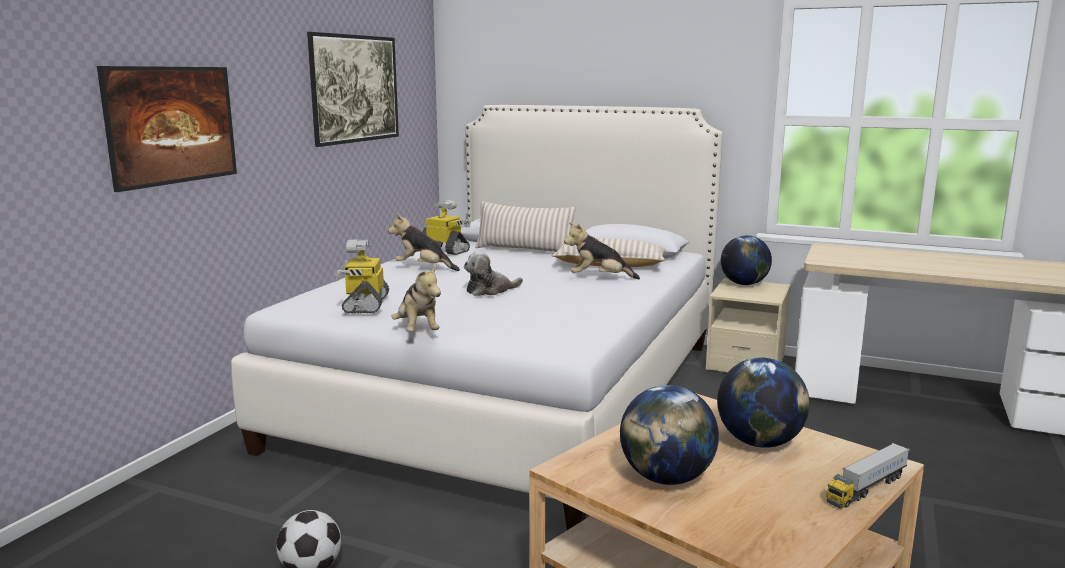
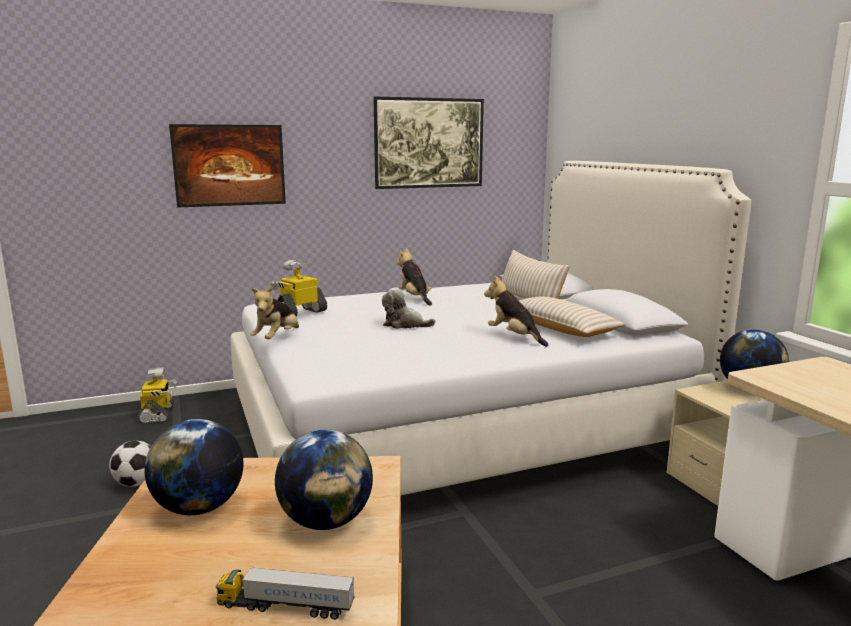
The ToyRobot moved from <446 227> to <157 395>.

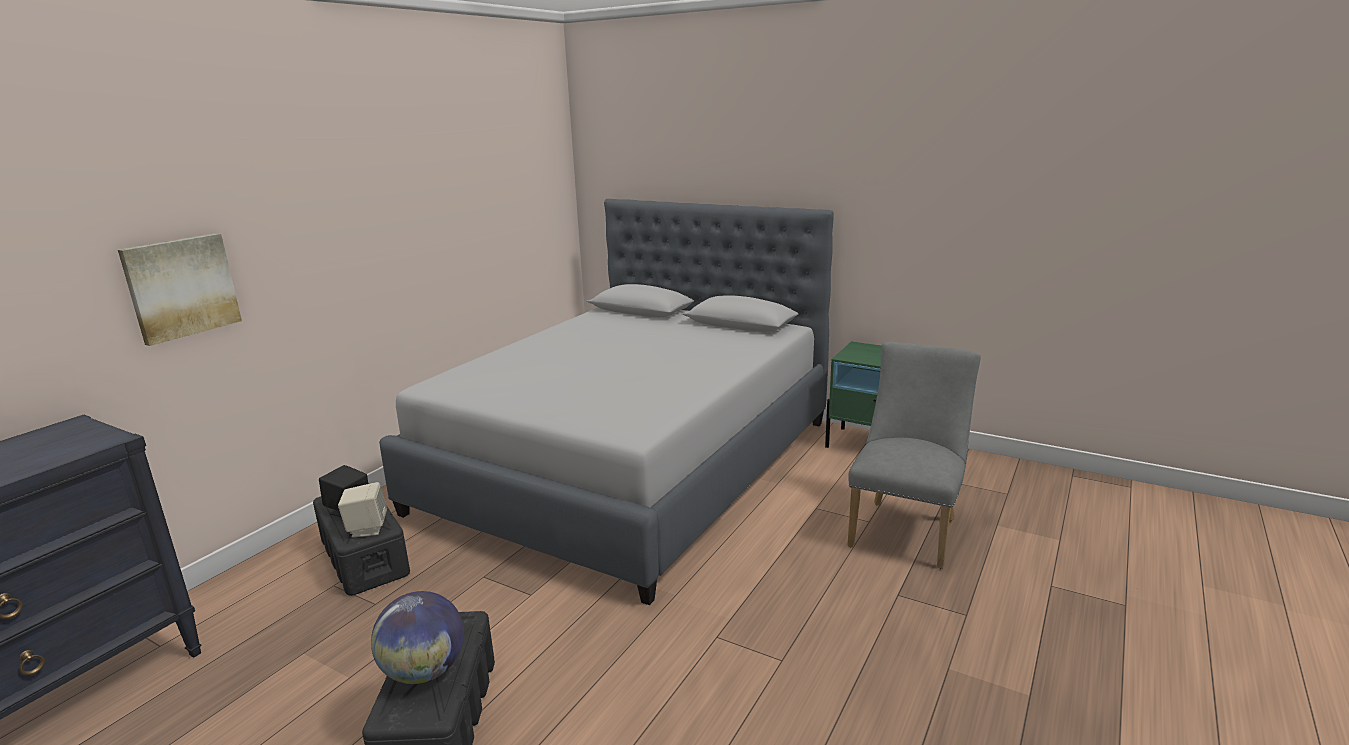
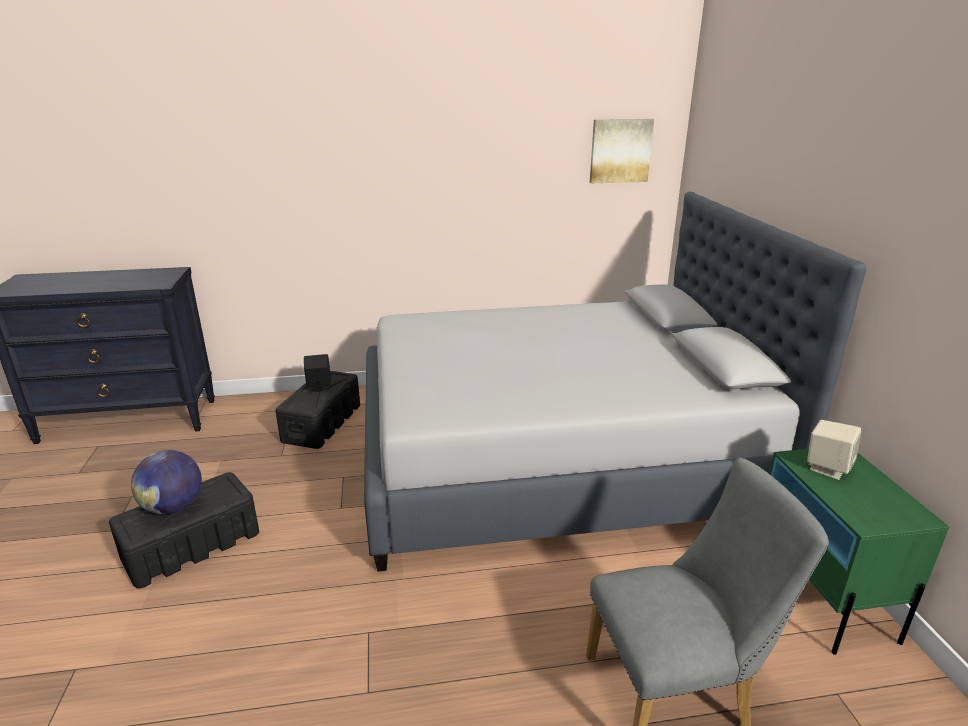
The Picture moved from <180 289> to <622 151>.
The BeigeSpeaker moved from <362 510> to <834 450>.

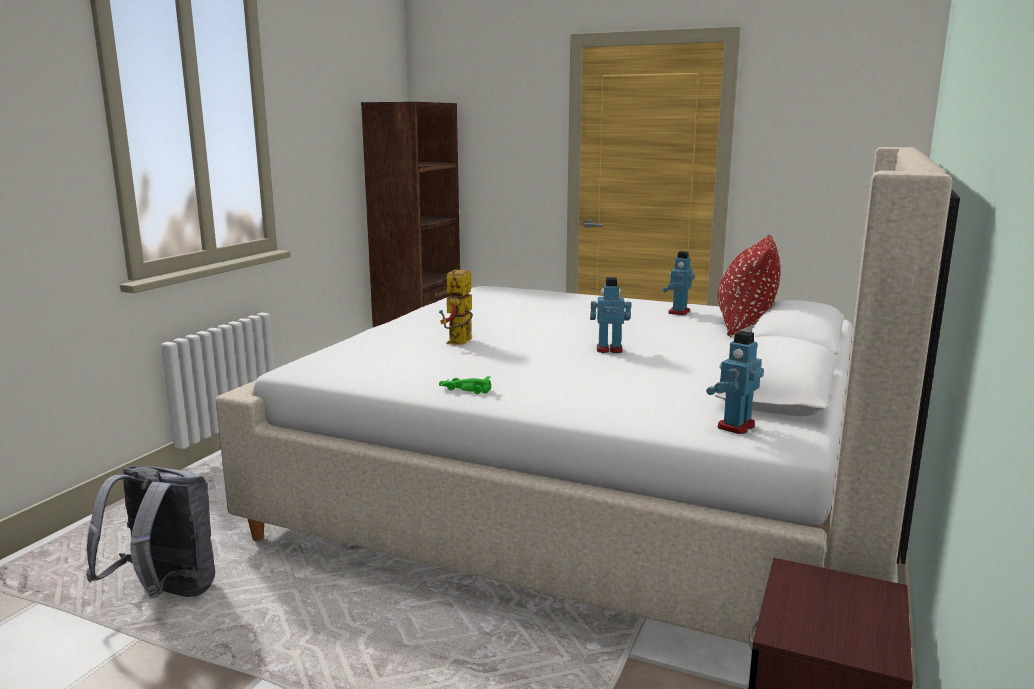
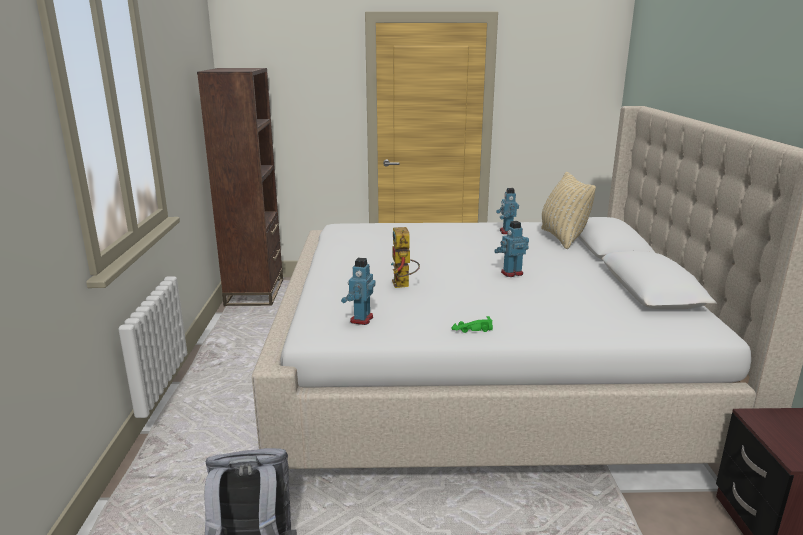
The ToyRobot moved from <735 382> to <358 291>.
The RedPillow at <749 286> became the BeigePillow at <568 210>.

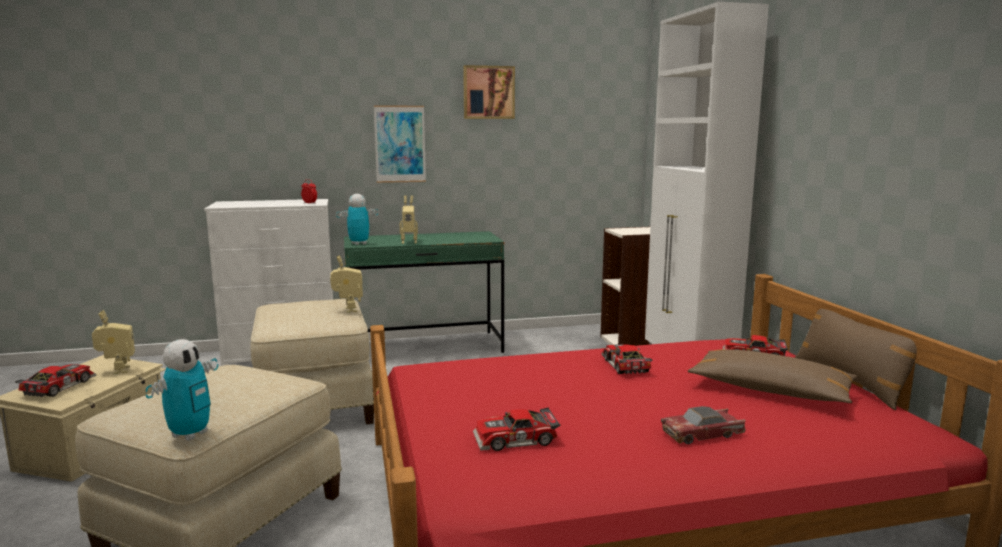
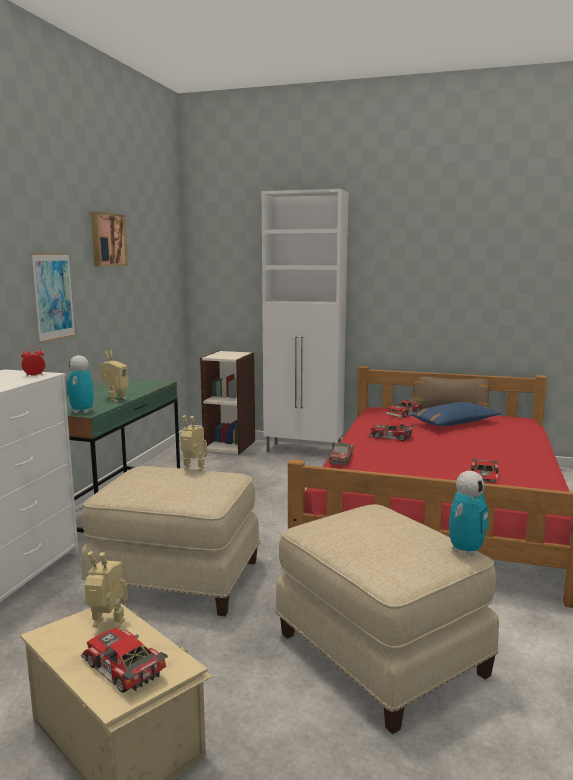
The ToyCar moved from <703 425> to <341 453>.
The BrownPillow at <772 376> became the BluePillow at <456 414>.
The ToyRobot at <182 390> turned 75 degrees clockwise.

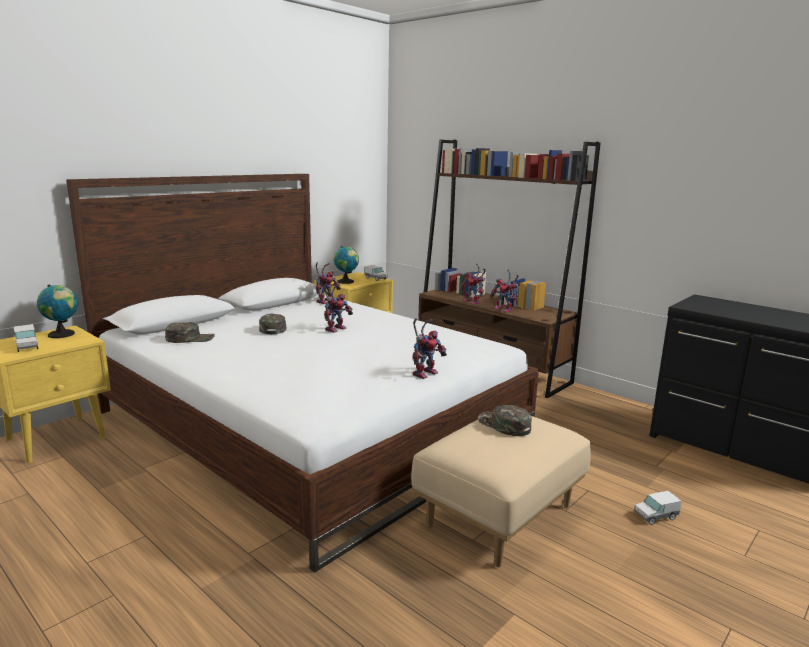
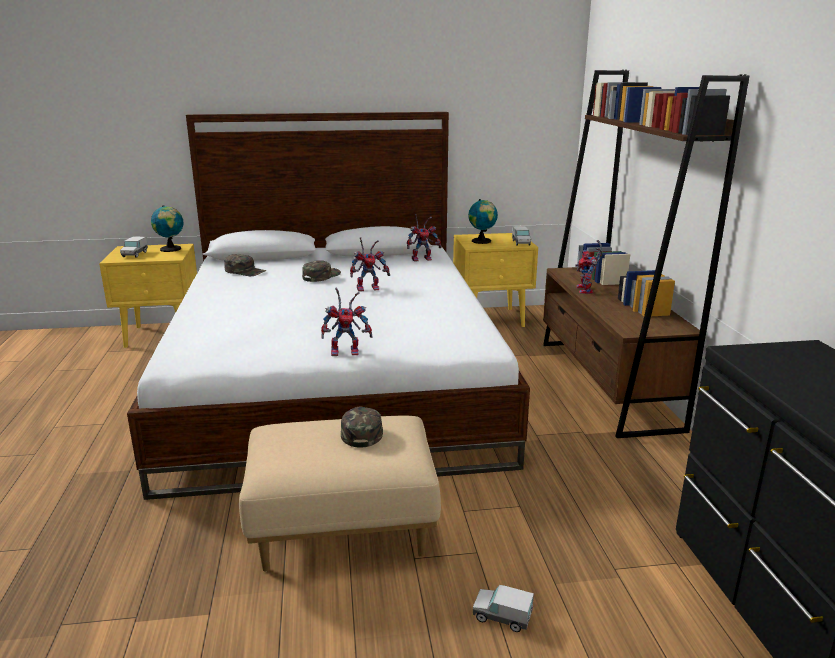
The ToyRobot at <504 291> disappeared.

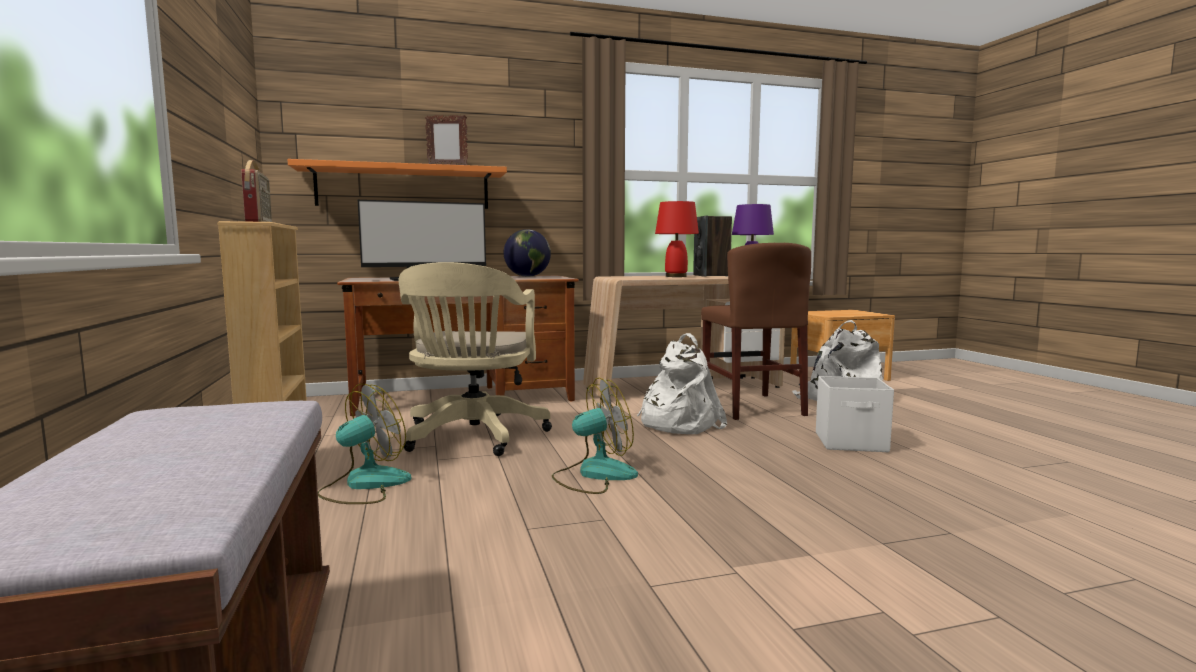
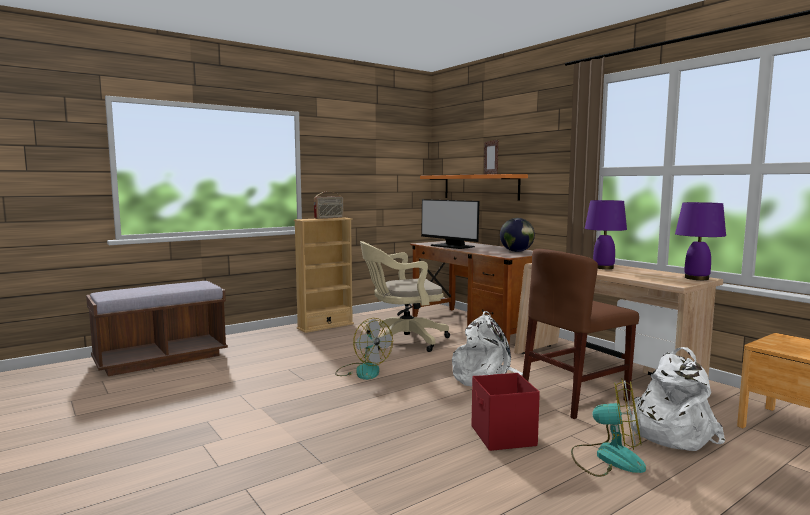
The WhiteStorageBox at <855 414> became the RedStorageBox at <506 412>.
The Fan moved from <364 443> to <608 428>.
The RedTableLamp at <677 239> became the PurpleTableLamp at <606 234>.
The Speaker at <712 246> disappeared.

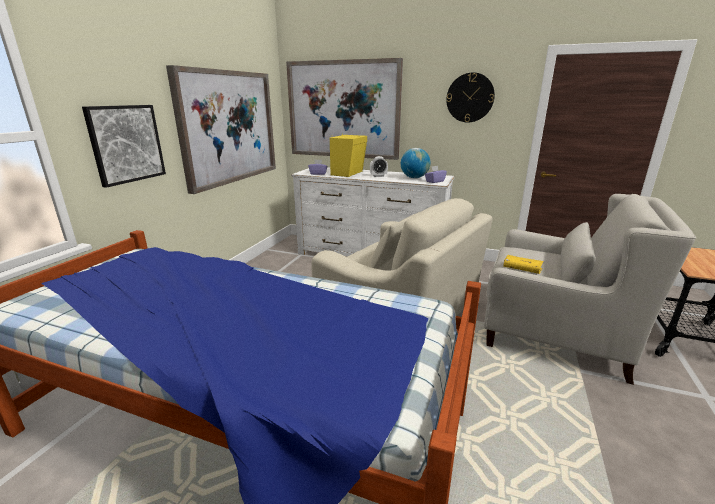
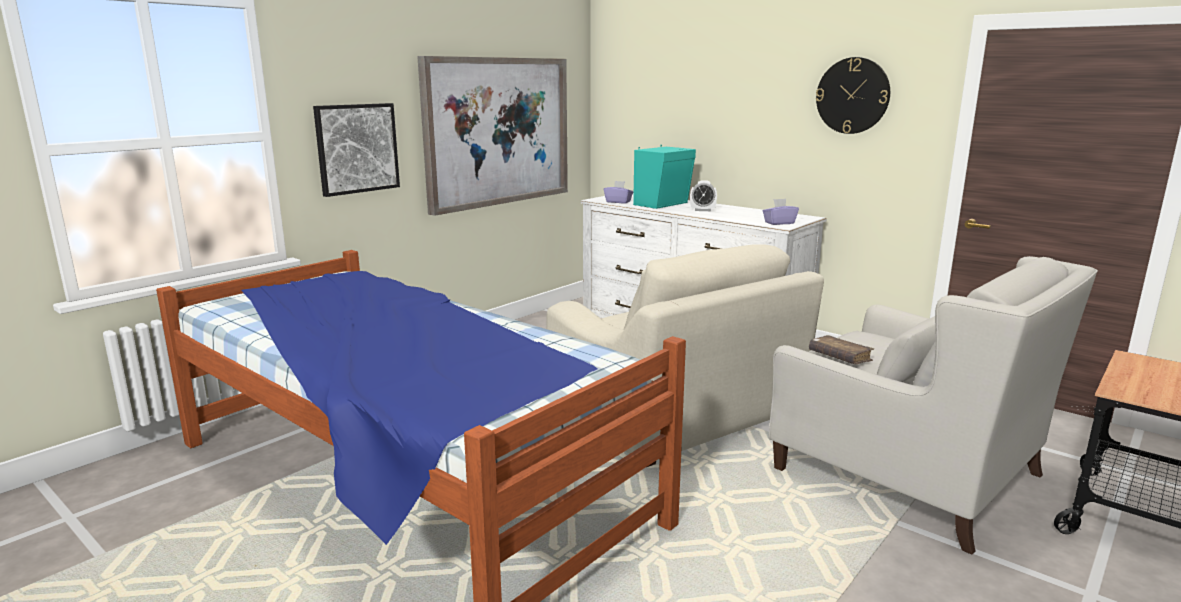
The YellowSpeaker at <348 156> became the TurquoiseSpeaker at <664 177>.
The YellowBook at <523 264> became the BrownBook at <841 349>.
The Picture at <344 109> disappeared.
The Globe at <415 163> disappeared.

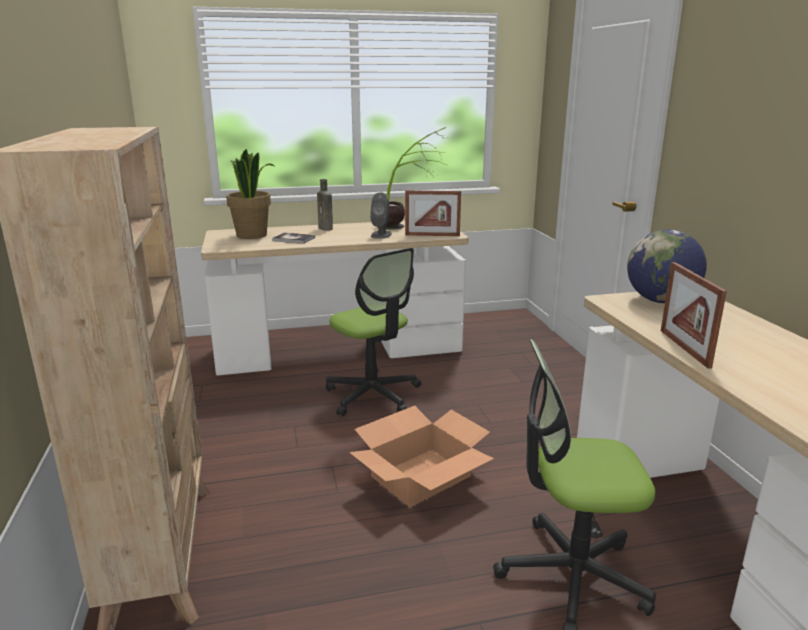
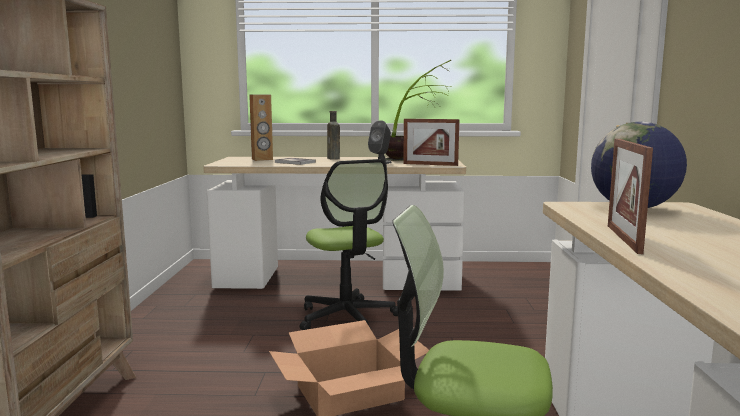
The PottedPlant at <250 194> was replaced by the BrownSpeaker at <261 127>.

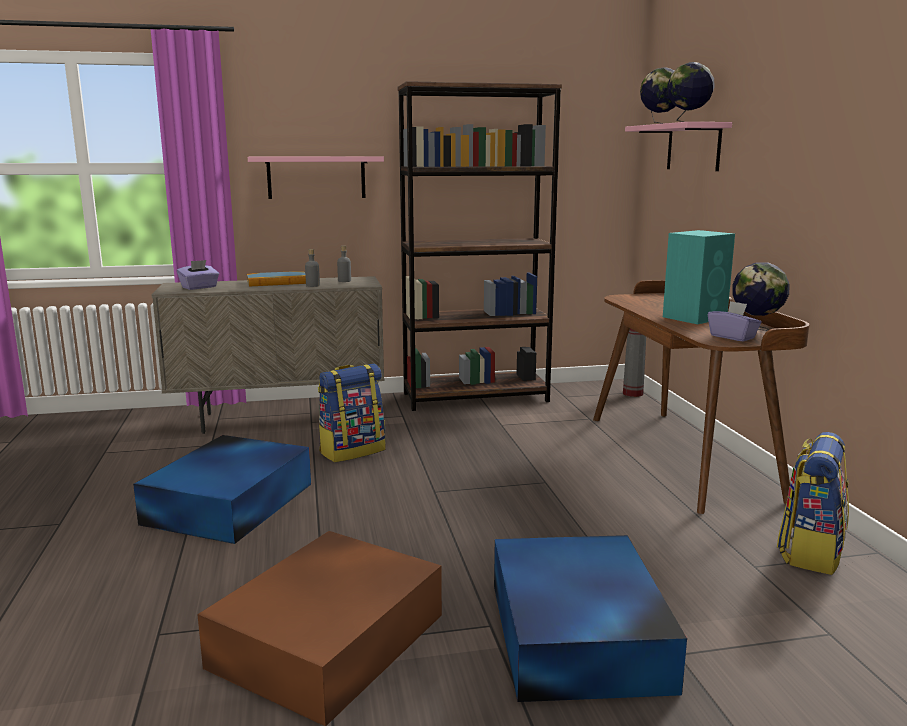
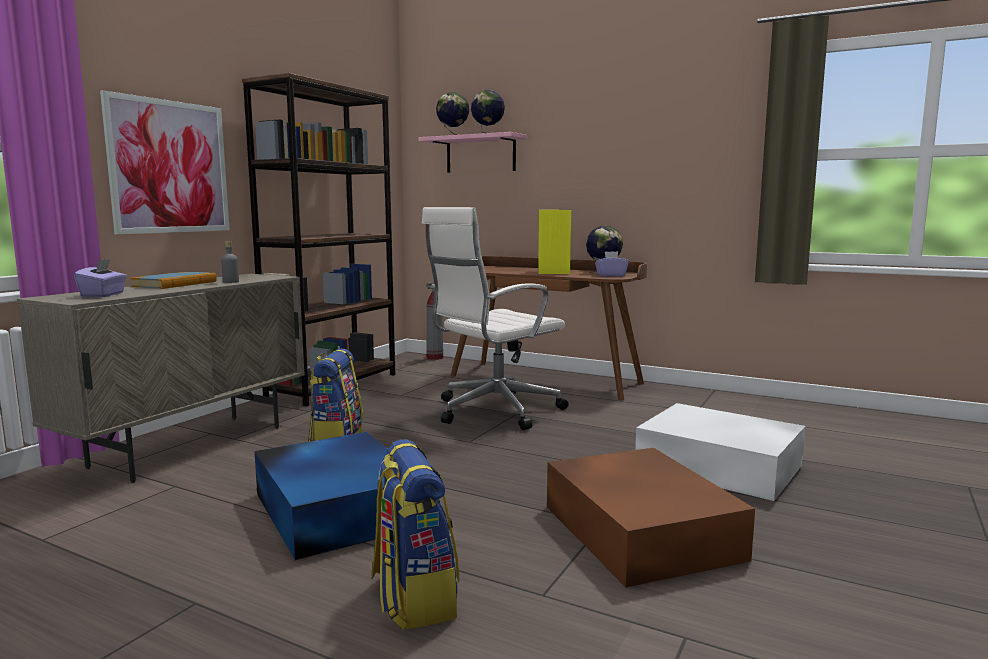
The PinkShelf at <316 177> was replaced by the Picture at <165 162>.
The Backpack moved from <813 503> to <415 534>.
The WhiteOfficeChair at <495 318> appeared.
The TurquoiseSpeaker at <699 277> became the YellowSpeaker at <554 242>.
The BlueStorageBox at <590 618> became the WhiteStorageBox at <720 452>.
The GreyBottle at <344 264> disappeared.

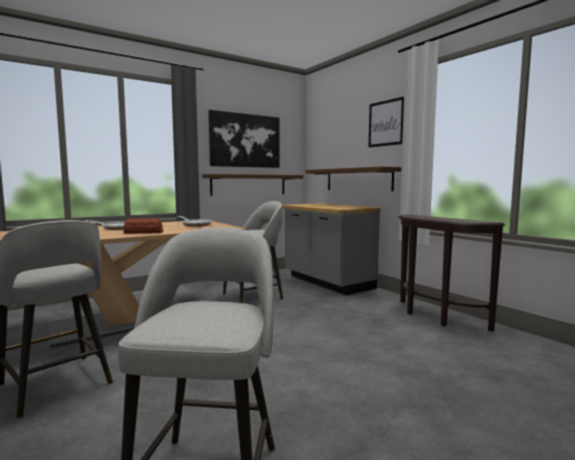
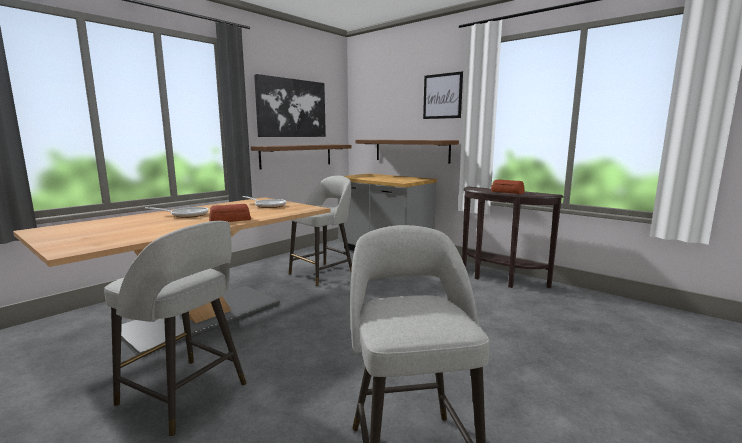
The Bread at <508 186> appeared.

